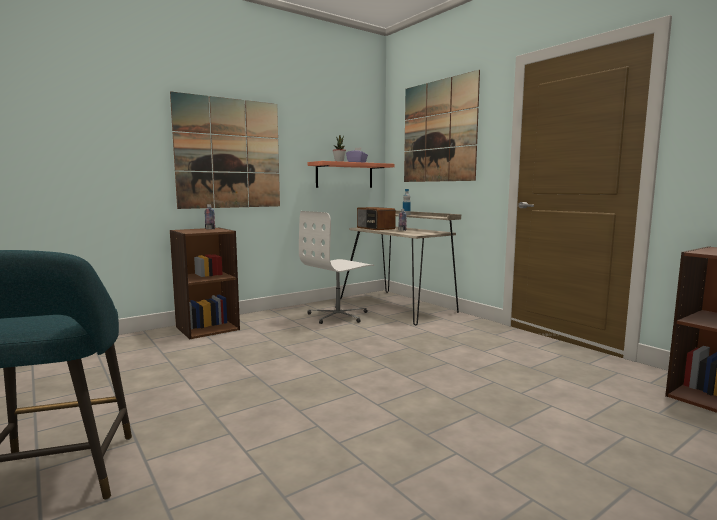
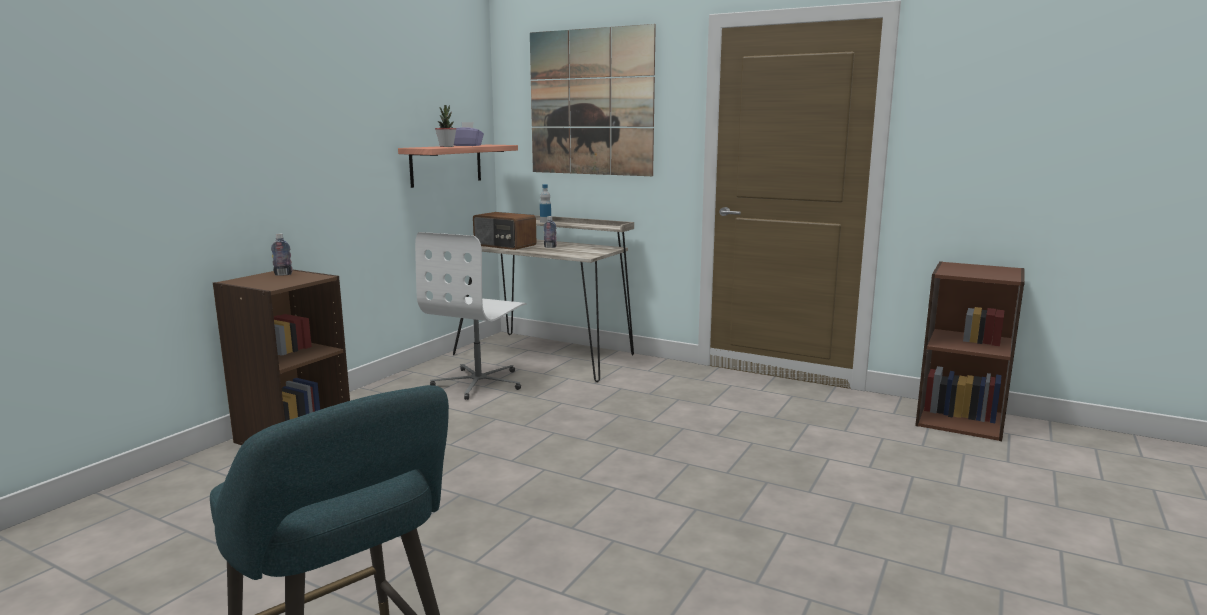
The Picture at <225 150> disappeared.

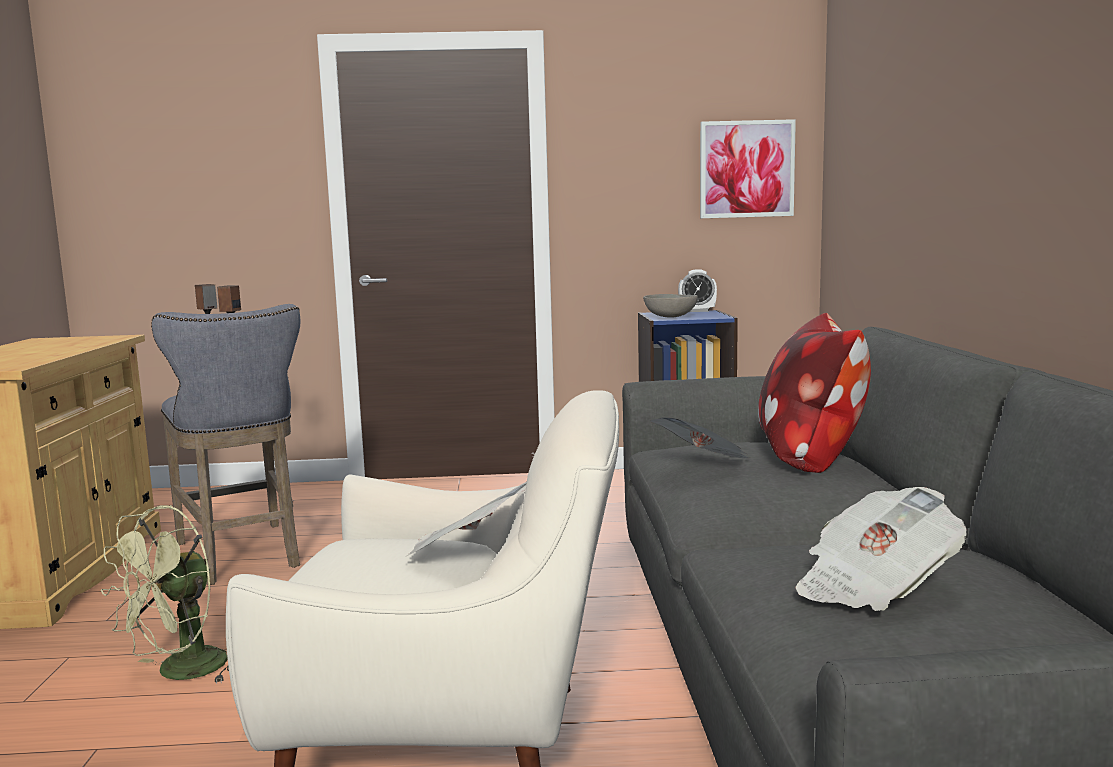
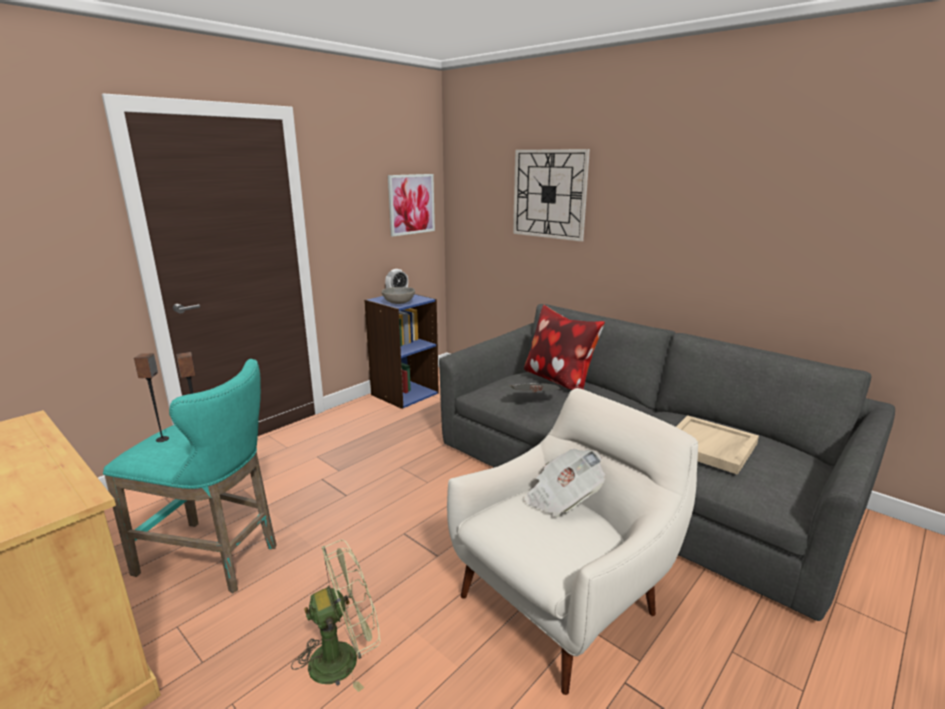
The GreyStool at <225 444> became the TurquoiseStool at <189 476>.
The GreenFan at <165 594> turned 105 degrees counterclockwise.
The WallClock at <551 195> appeared.
The Newspaper at <881 549> was replaced by the BeigeTray at <717 445>.

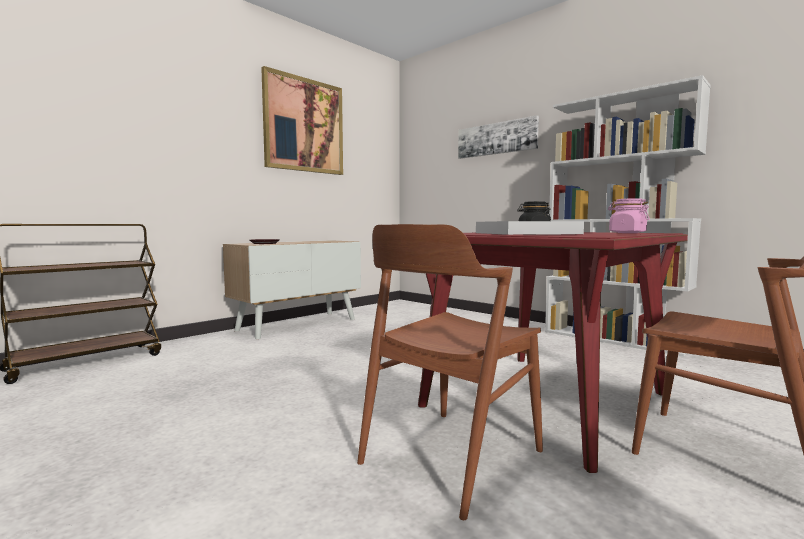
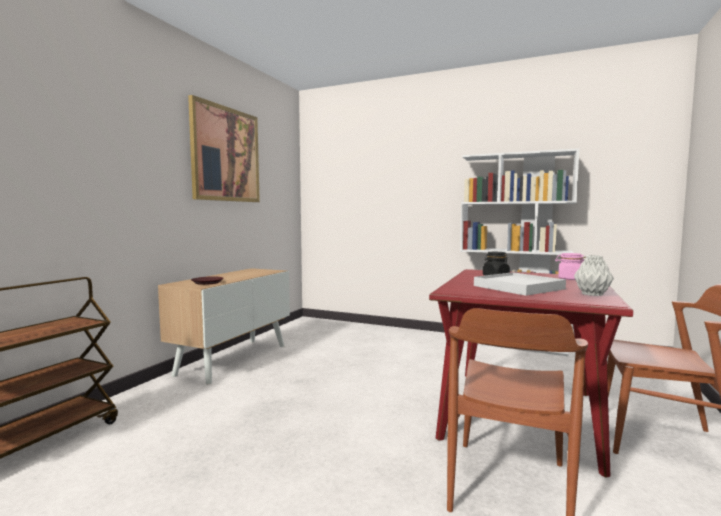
The GreyVase at <594 275> appeared.
The Picture at <498 137> disappeared.

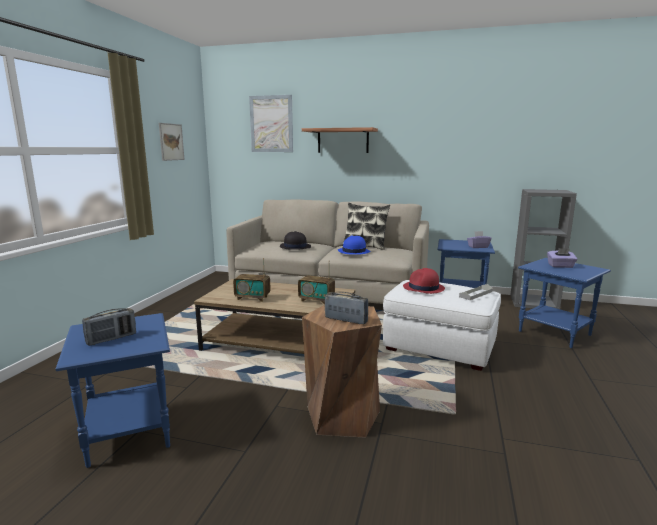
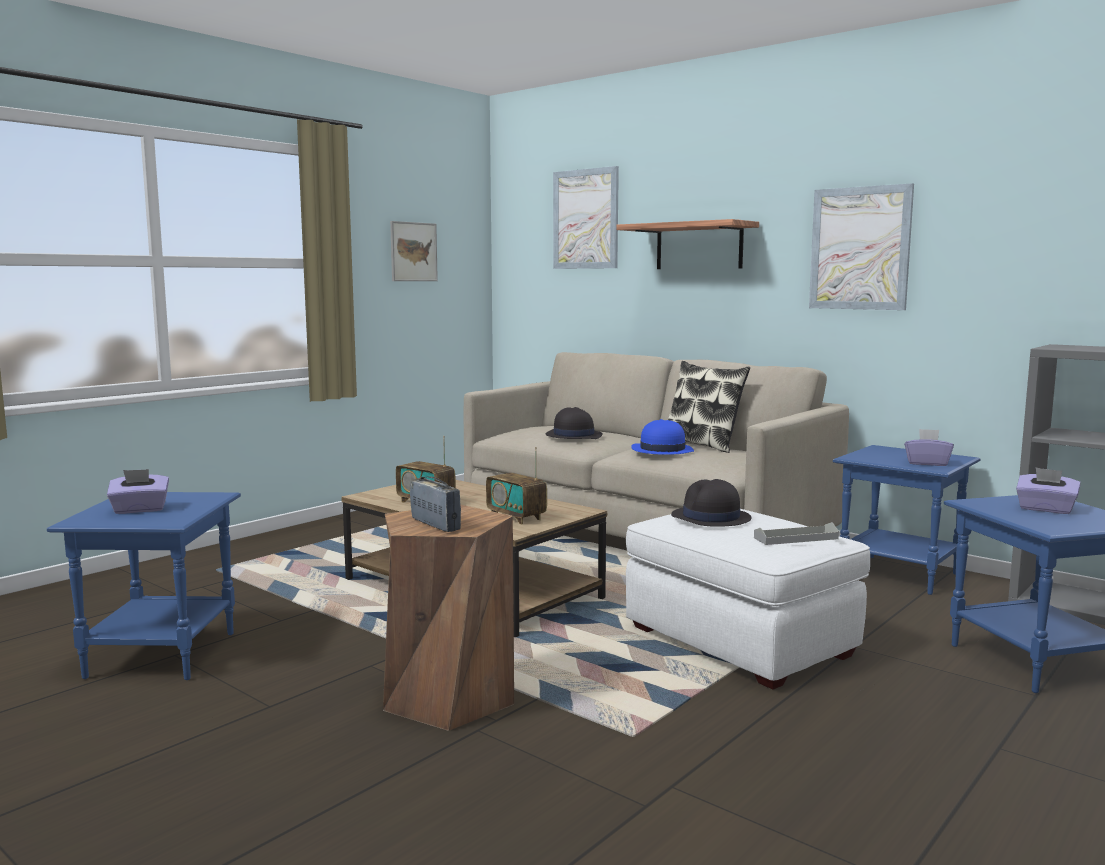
The Radio at <109 327> was replaced by the PurpleTissueBox at <138 491>.
The RedHat at <424 281> became the BlackHat at <711 503>.
The Picture at <861 246> appeared.

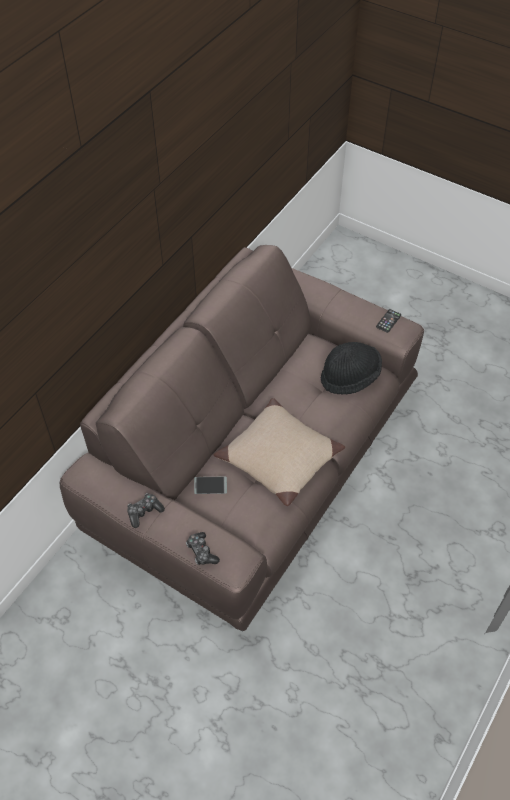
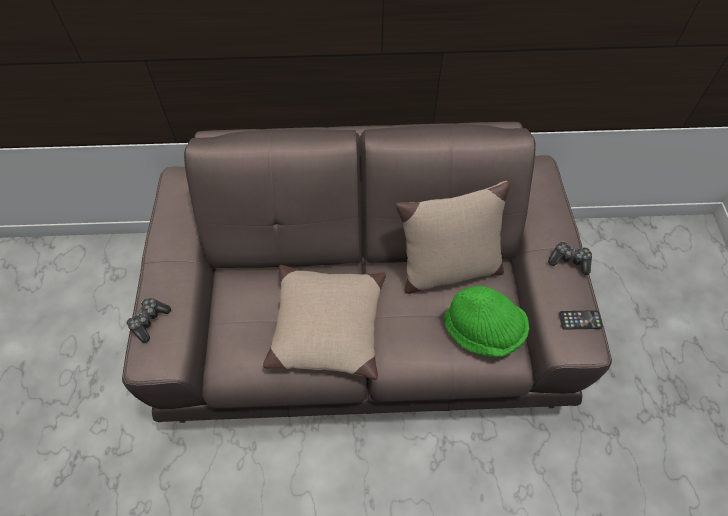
The BeigePillow at <452 237> appeared.
The BlackHat at <351 368> became the GreenHat at <486 321>.
The GameController moved from <146 510> to <570 258>.
The Phone at <210 485> disappeared.

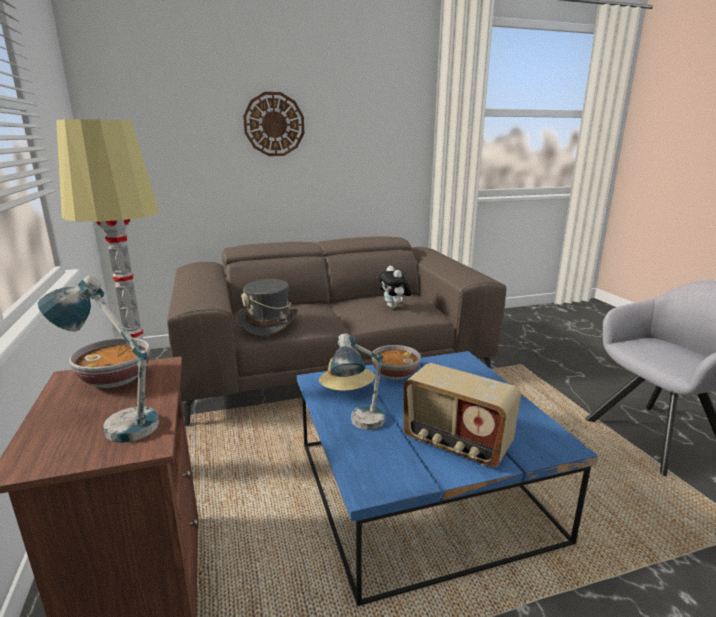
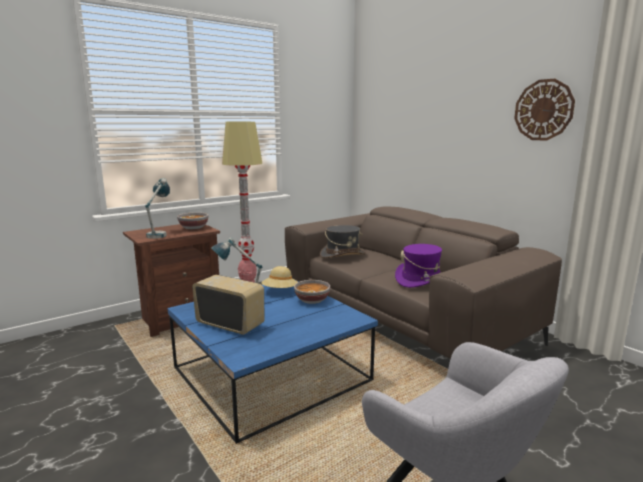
The Radio at <462 415> turned 105 degrees clockwise.
The PlushToy at <395 287> was replaced by the PurpleHat at <418 266>.
The WallClock moved from <273 124> to <544 110>.

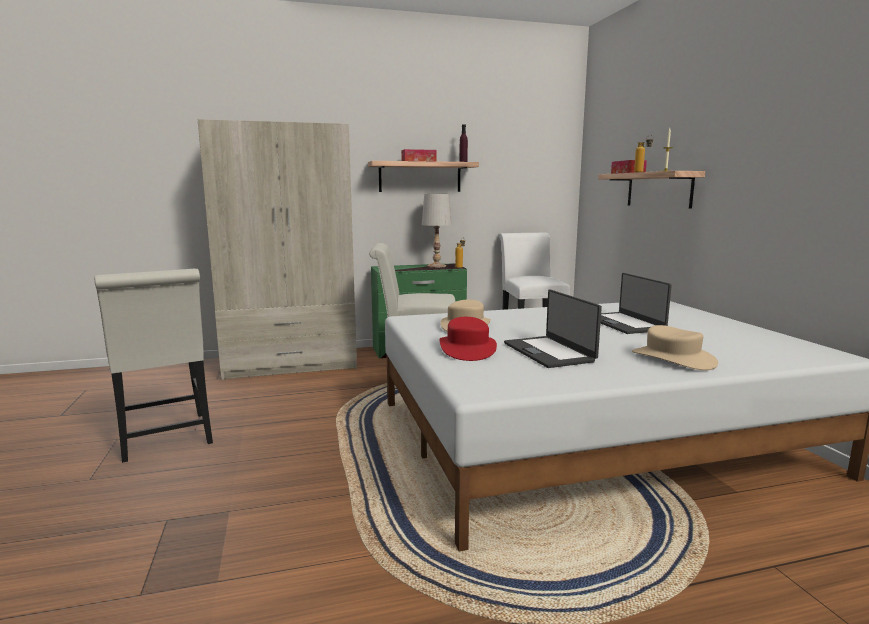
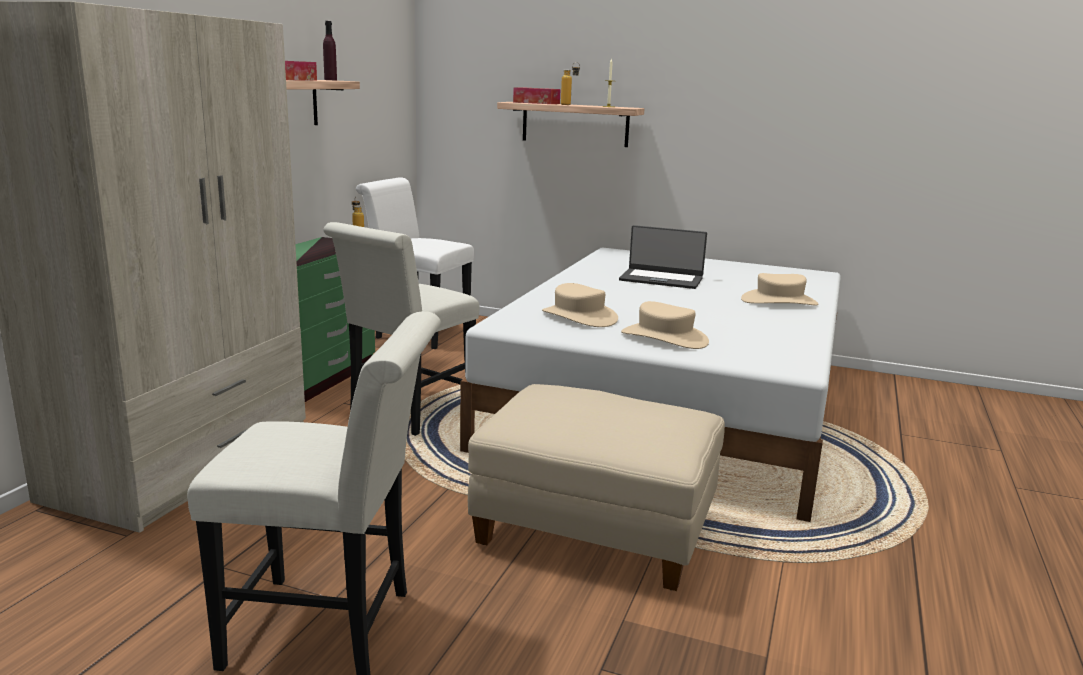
The BeigeOttoman at <596 487> appeared.
The RedHat at <468 339> became the BeigeHat at <665 325>.
The WhiteTableLamp at <437 231> disappeared.
The Laptop at <553 328> disappeared.

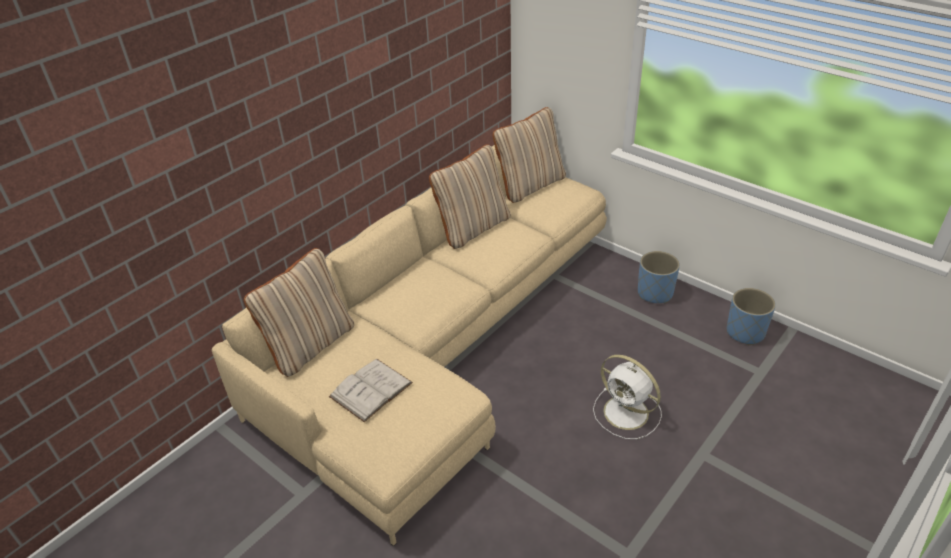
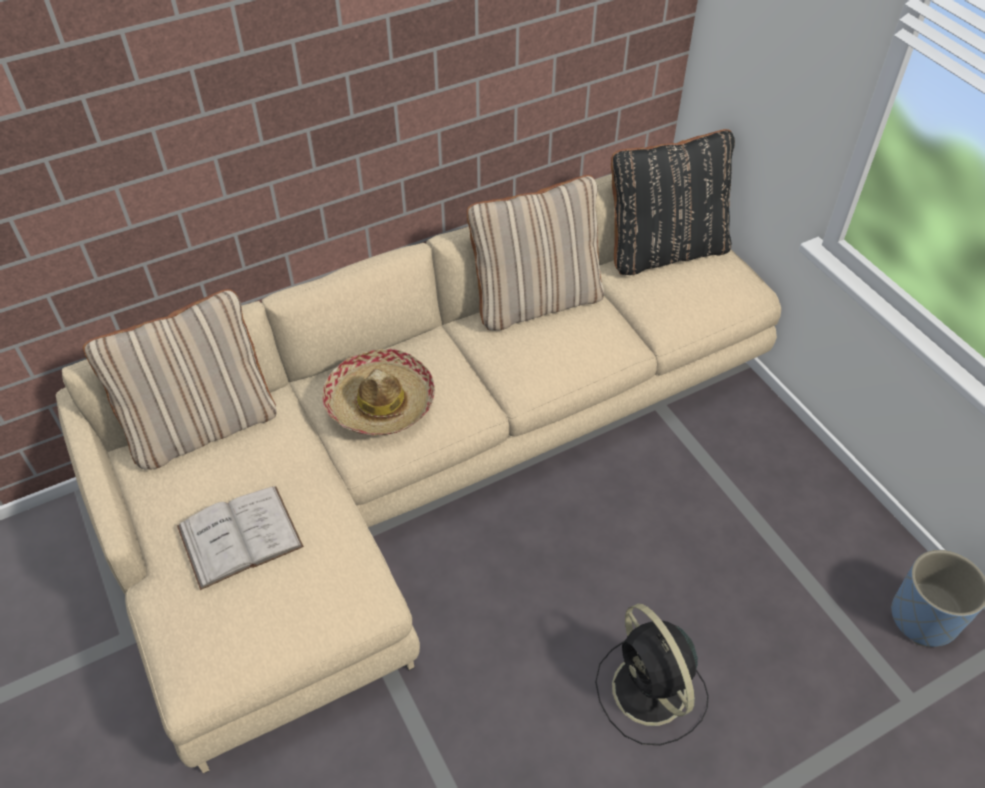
The Hat at <378 392> appeared.
The WhiteFan at <627 397> became the BlackFan at <652 674>.
The BeigePillow at <529 155> became the BlackPillow at <673 202>.
The BluePlanter at <659 277> disappeared.

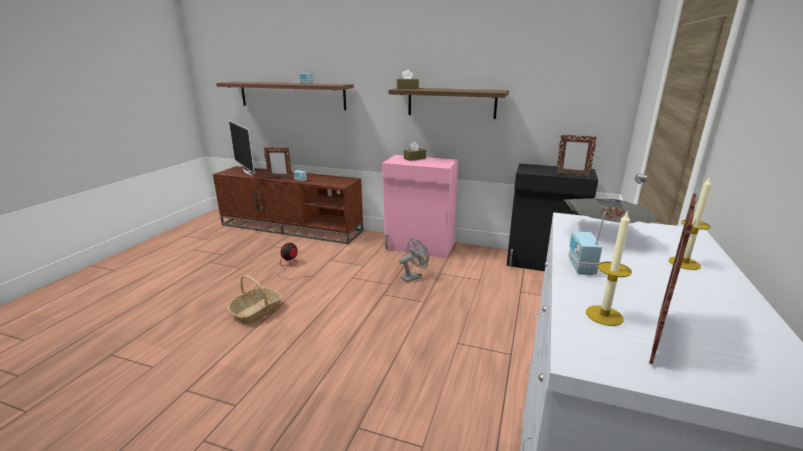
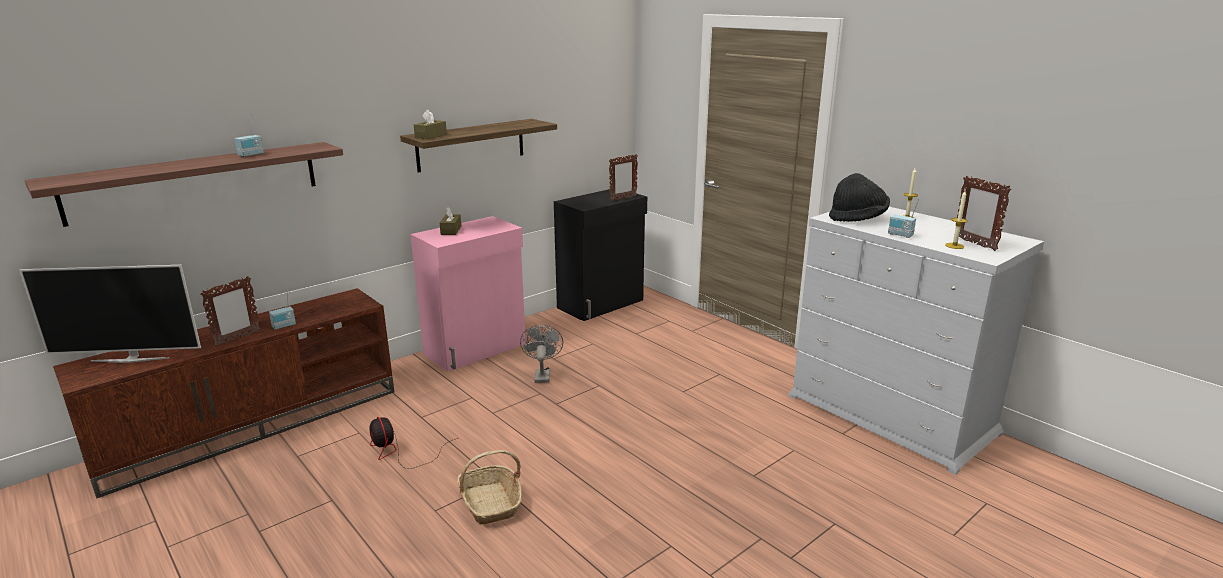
The Newspaper at <611 210> was replaced by the BlackHat at <859 197>.

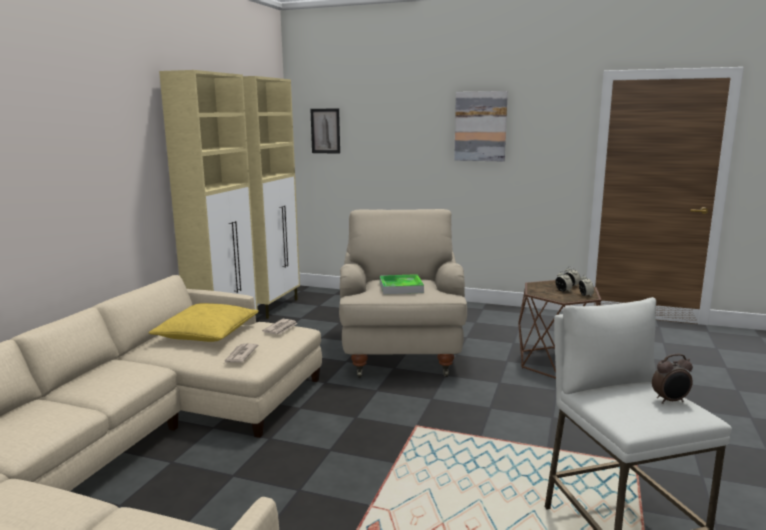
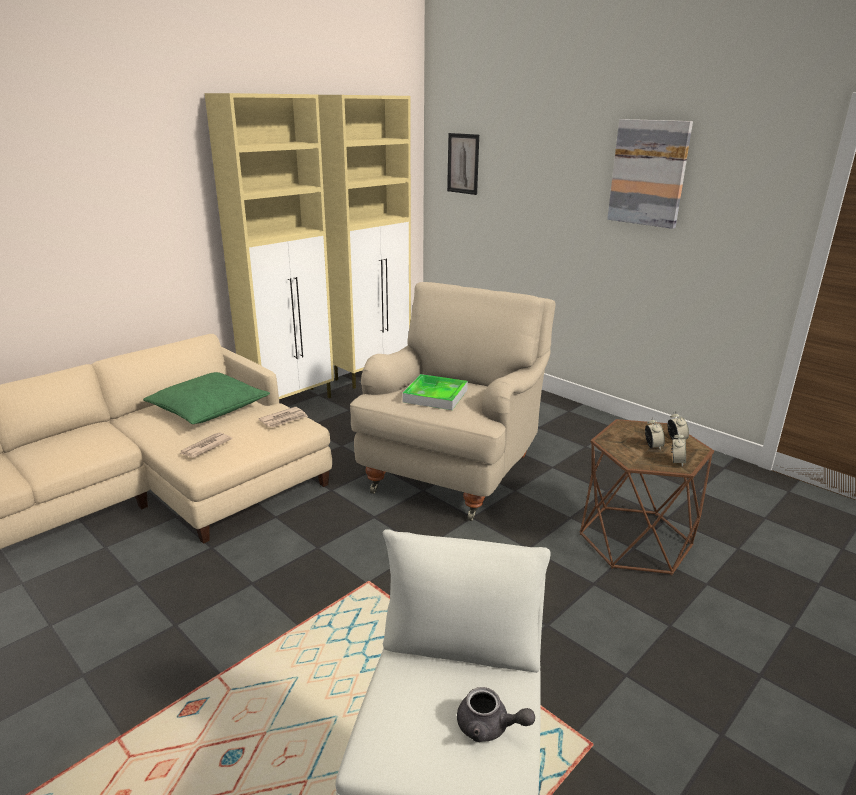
The YellowPillow at <204 322> became the GreenPillow at <206 398>.
The AlarmClock at <672 379> was replaced by the GreyTeapot at <496 714>.

